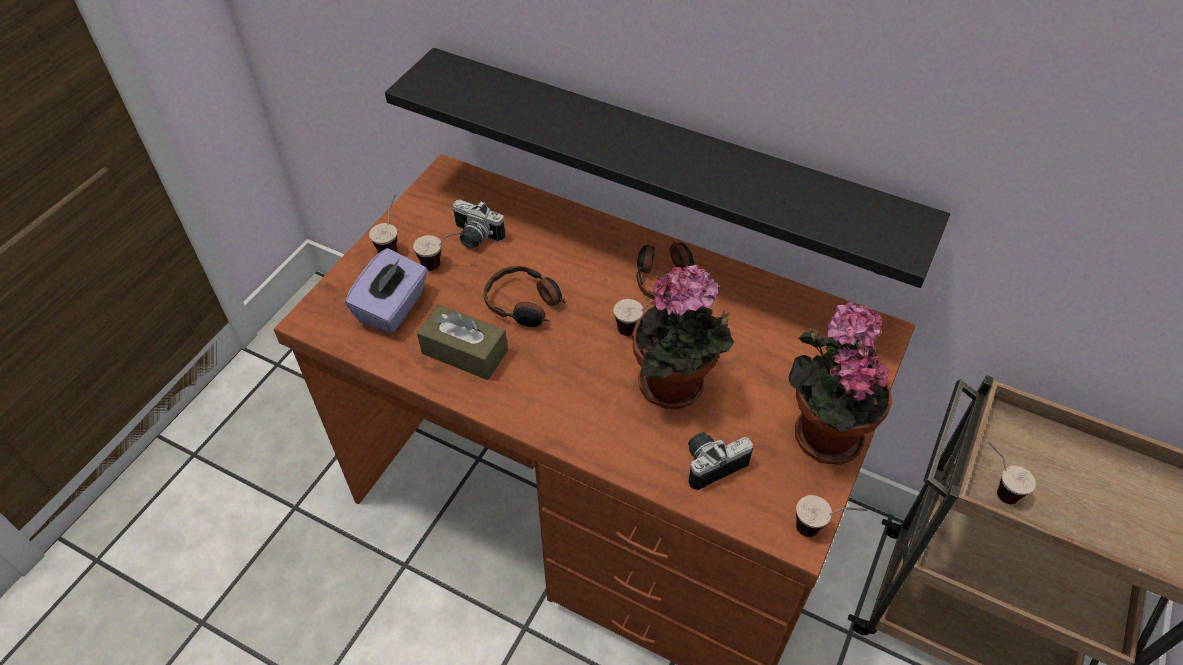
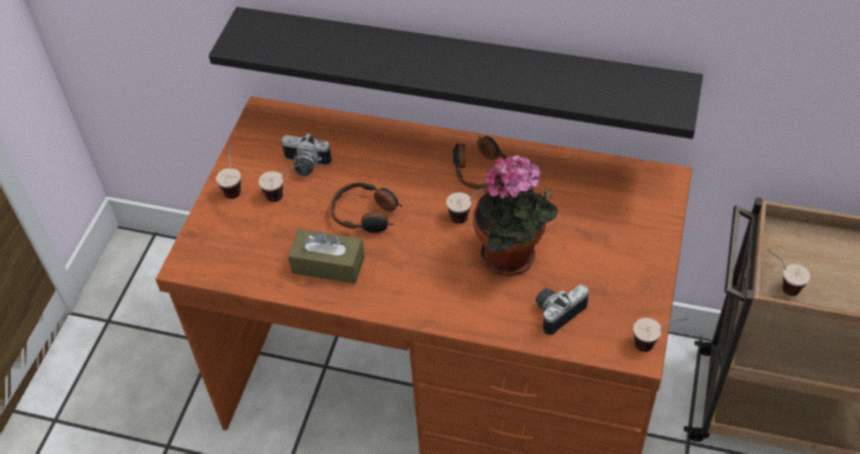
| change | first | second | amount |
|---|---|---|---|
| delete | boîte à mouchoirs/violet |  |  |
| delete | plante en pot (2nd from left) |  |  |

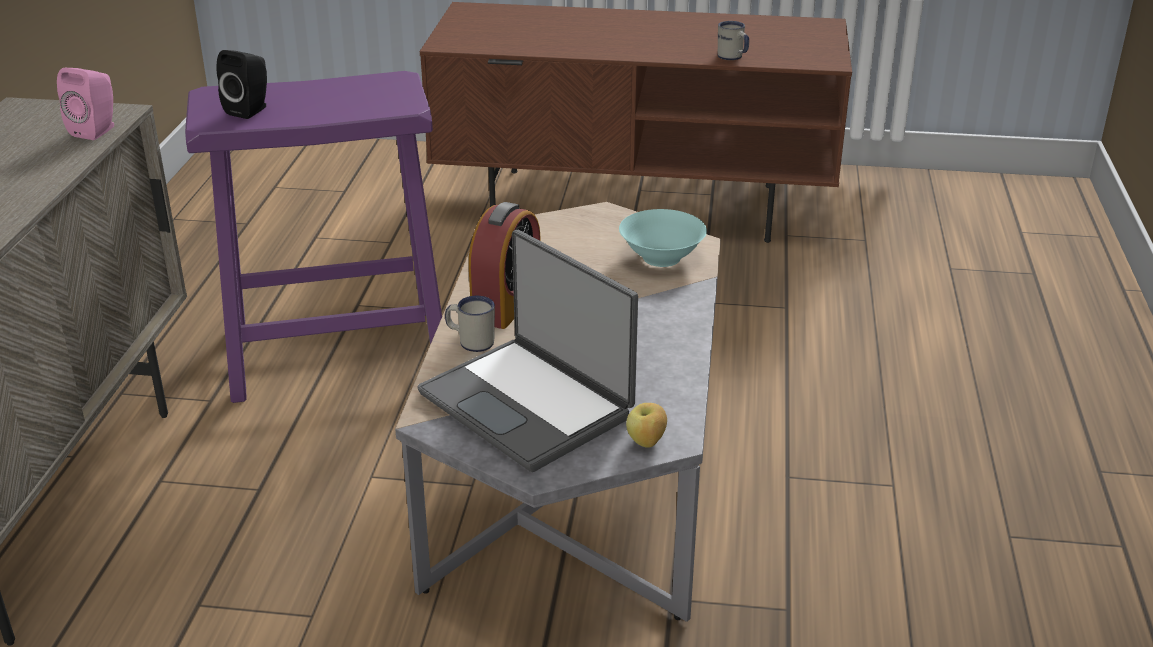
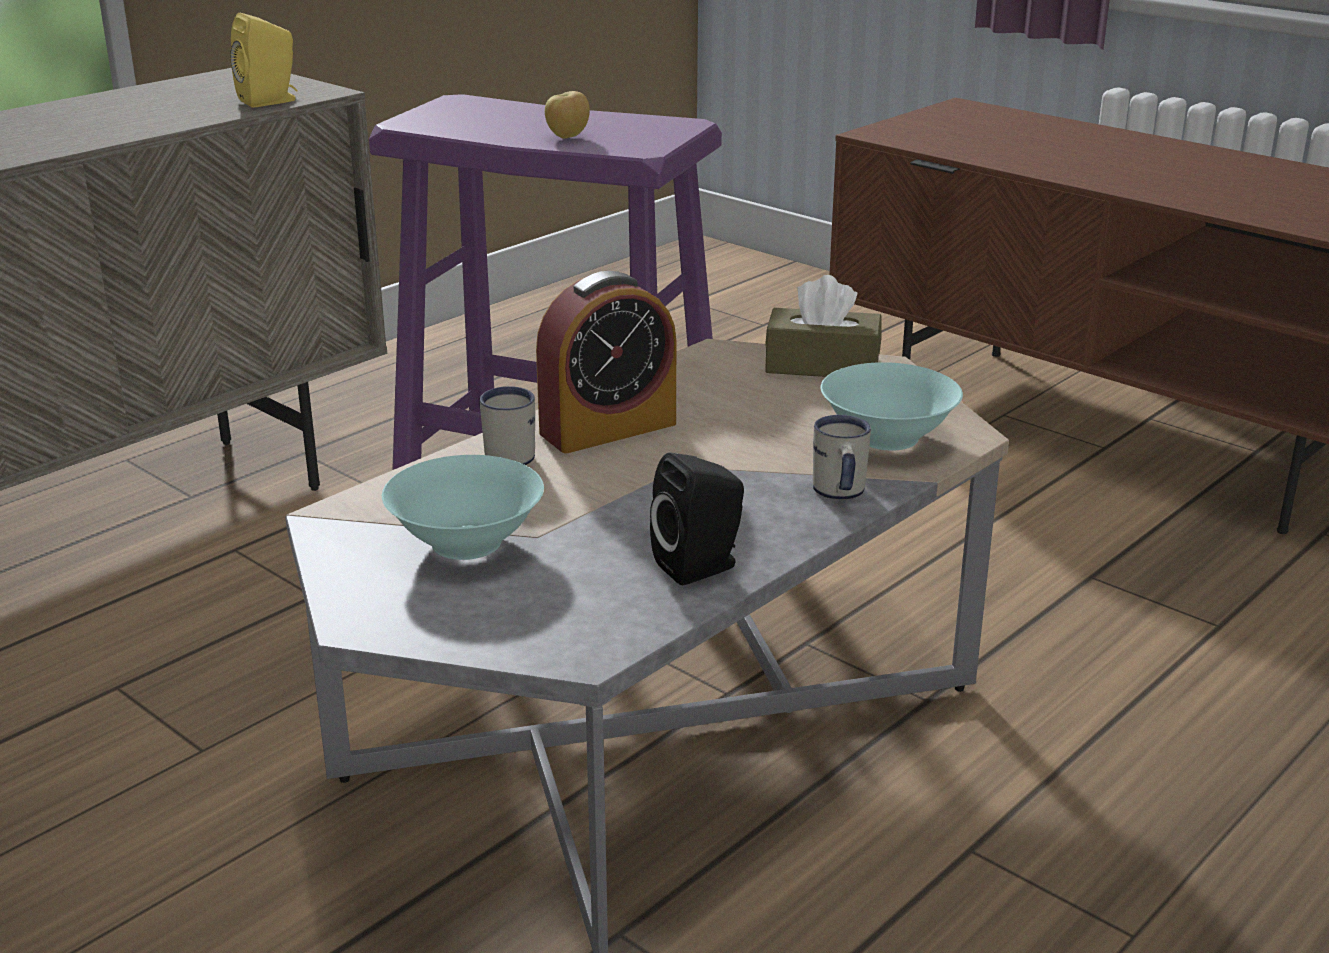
| change | first | second | amount |
|---|---|---|---|
| recolor | enceinte/rose | enceinte/jaune |  |
| replace | ordinateur portable | bol/turquoise (1st from left) |  |
| move | pomme |  |  |
| move | enceinte/noir |  |  |
| insert |  | boîte à mouchoirs/marron |  |
| move | mug/blanc (2nd from left) |  |  |

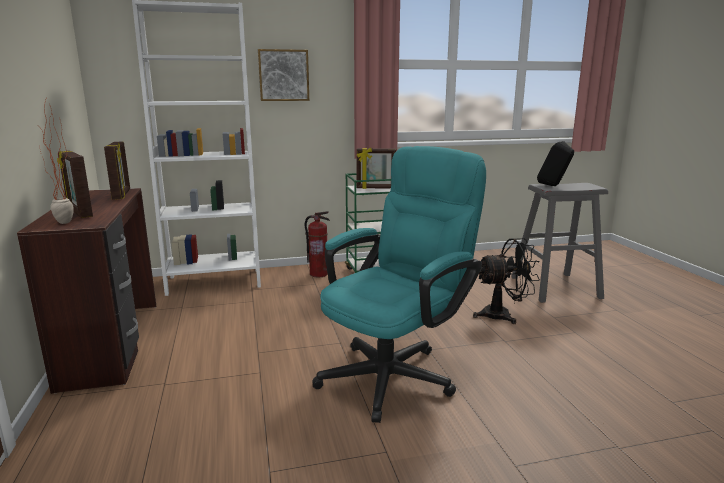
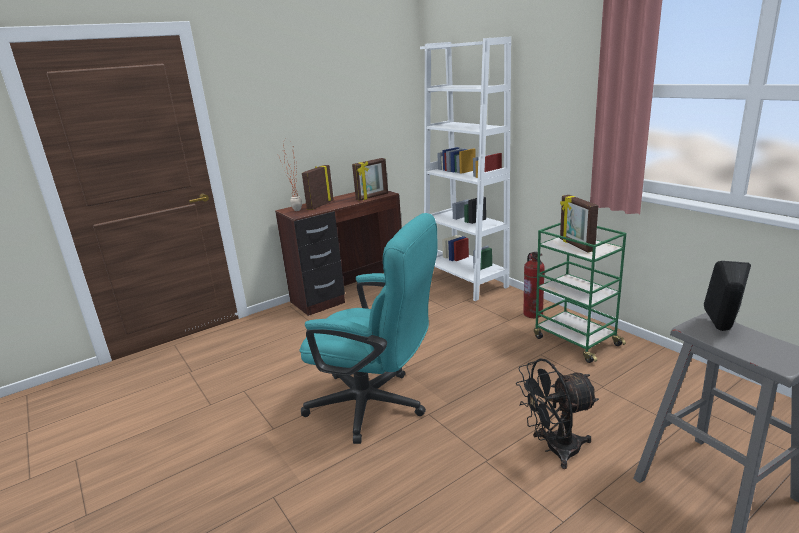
| change | first | second | amount |
|---|---|---|---|
| rotate | ventilateur/noir |  | 105 degrees clockwise |
| delete | tableau |  |  |

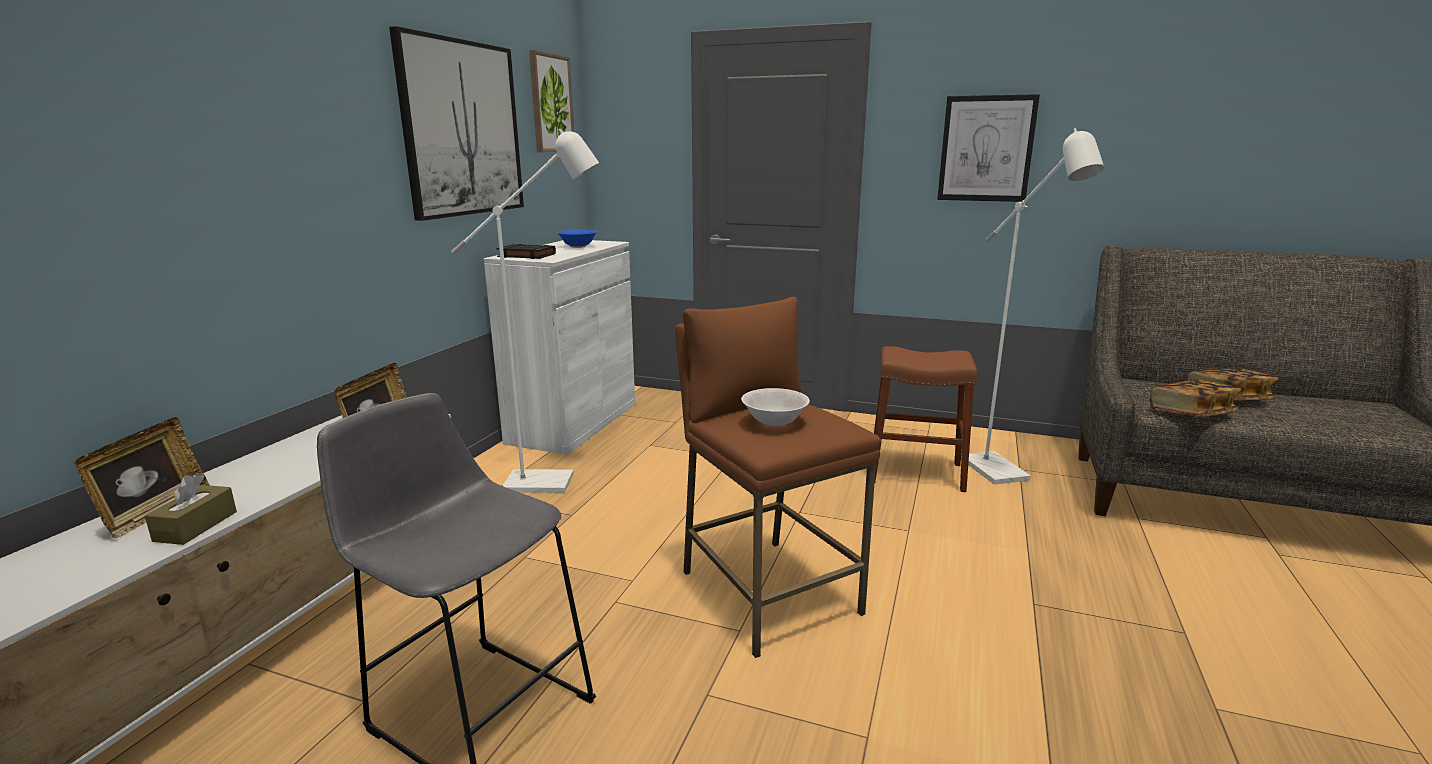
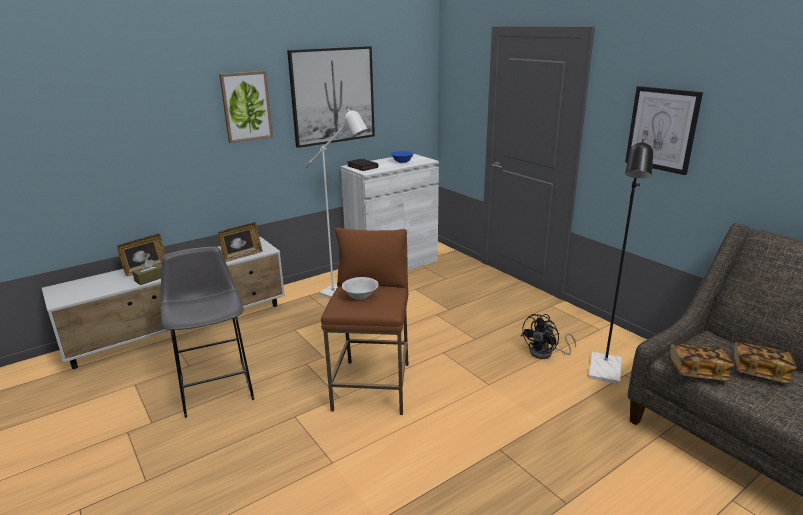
| change | first | second | amount |
|---|---|---|---|
| move | tableau (2nd from left in the first image) | tableau (1st from left) |  |
| replace | tabouret/marron (2nd from left) | ventilateur/noir |  |
| recolor | lampadaire/blanc (2nd from left) | lampadaire/noir |  |

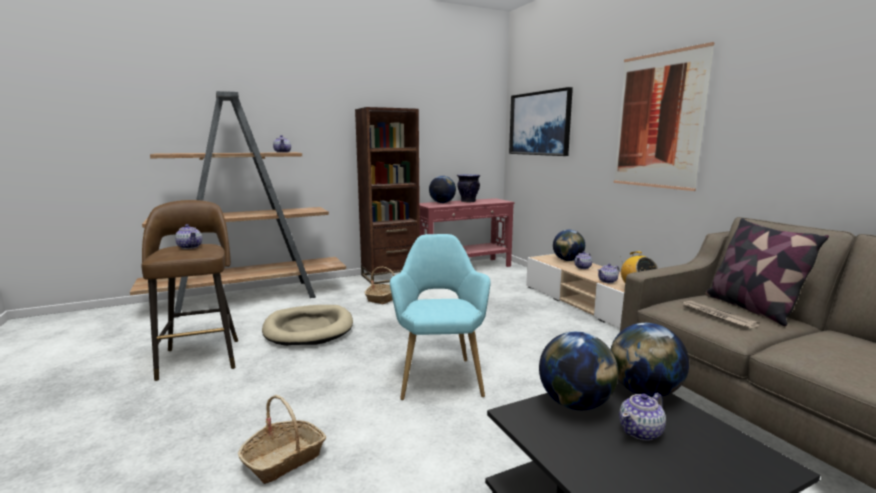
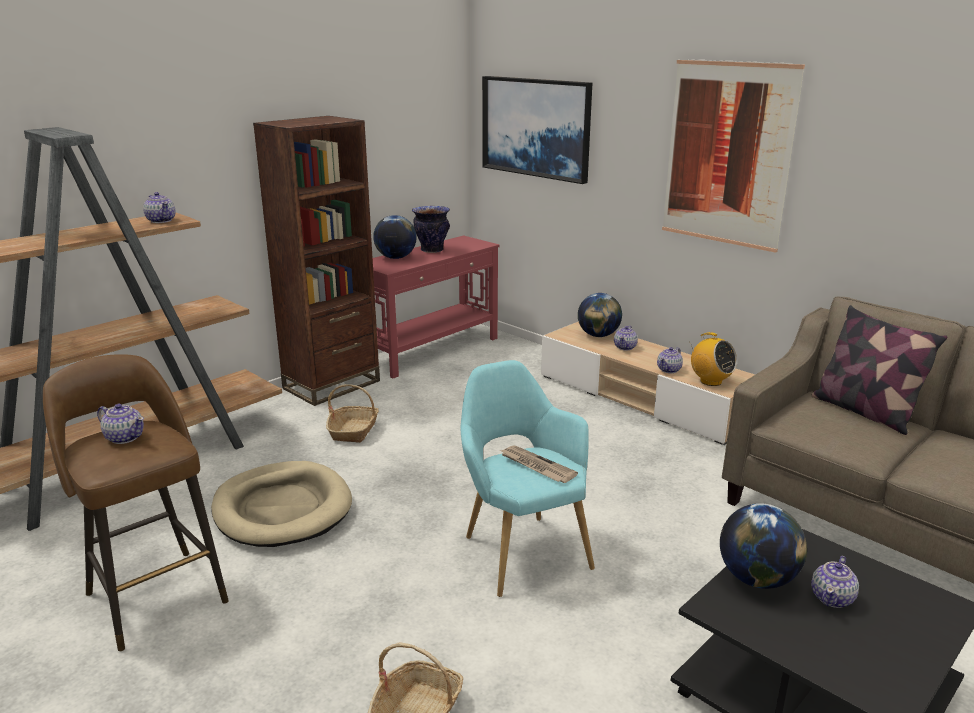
| change | first | second | amount |
|---|---|---|---|
| move | journal |  |  |
| delete | globe (4th from left) |  |  |

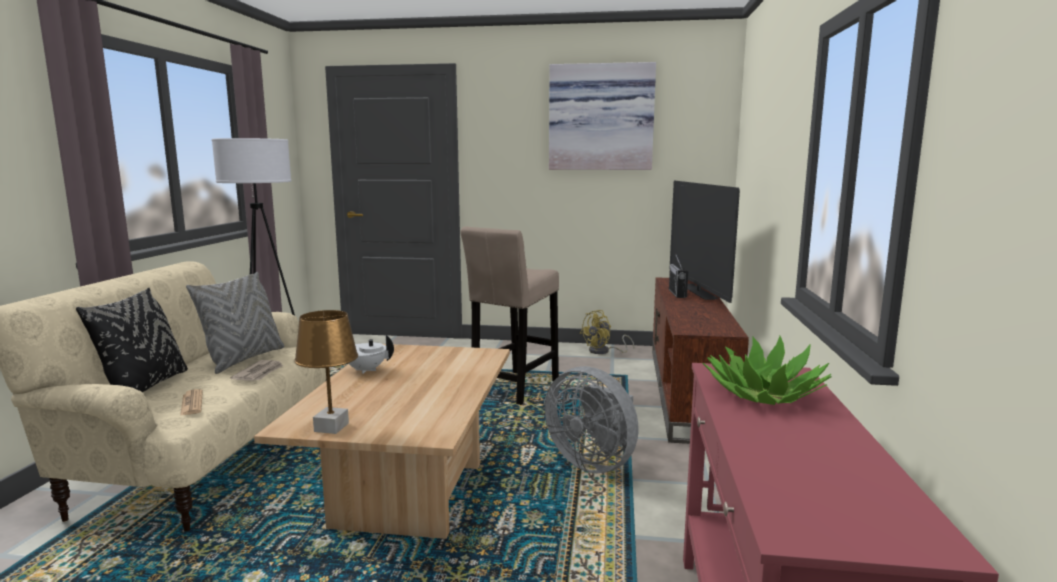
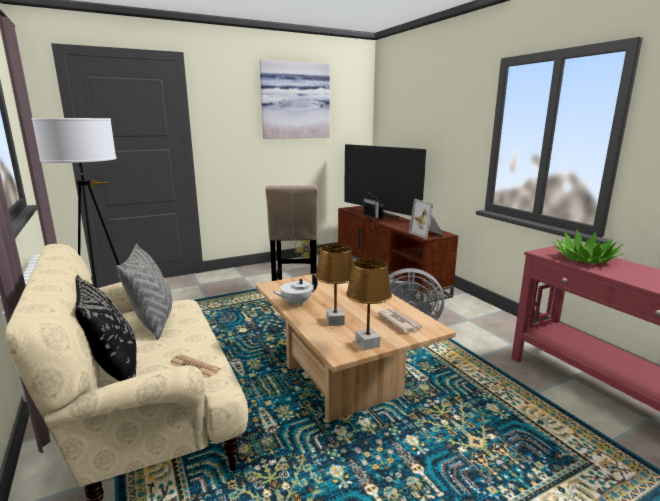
| change | first | second | amount |
|---|---|---|---|
| insert |  | lampe de table/marron (1st from left) |  |
| move | journal (2nd from left) |  |  |
| insert |  | cadre photo |  |

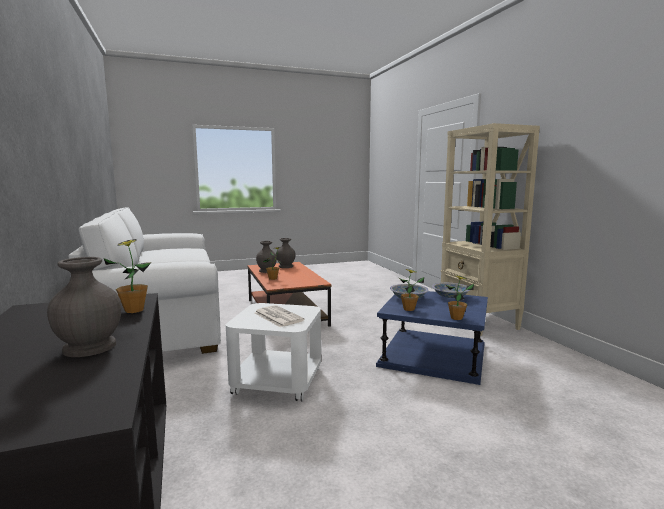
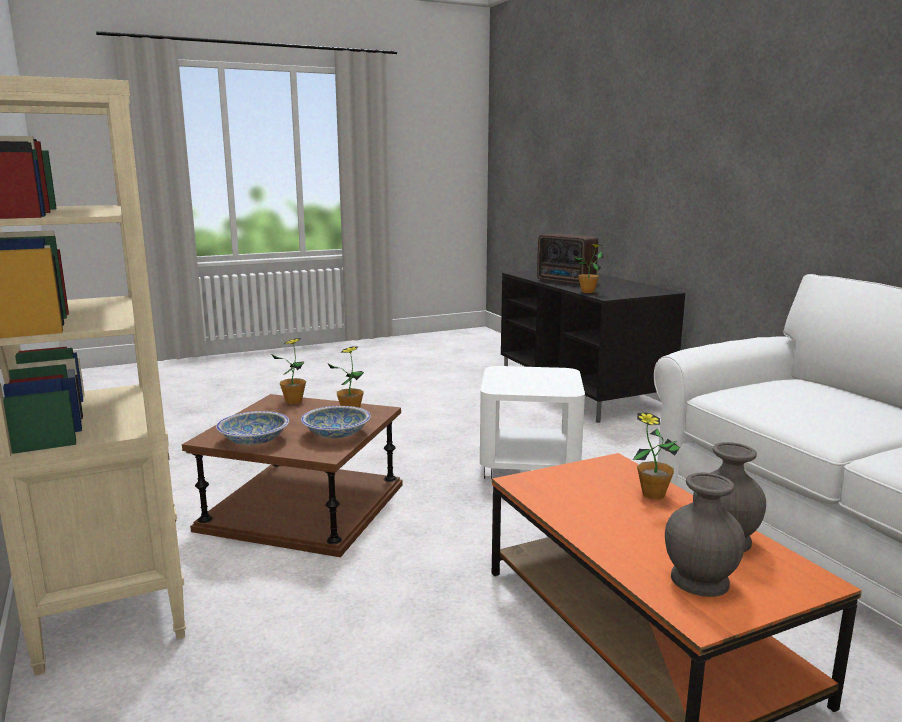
| change | first | second | amount |
|---|---|---|---|
| recolor | table d'appoint/bleu | table d'appoint/marron |  |
| replace | vase/gris (1st from left) | radio |  |
| delete | journal |  |  |

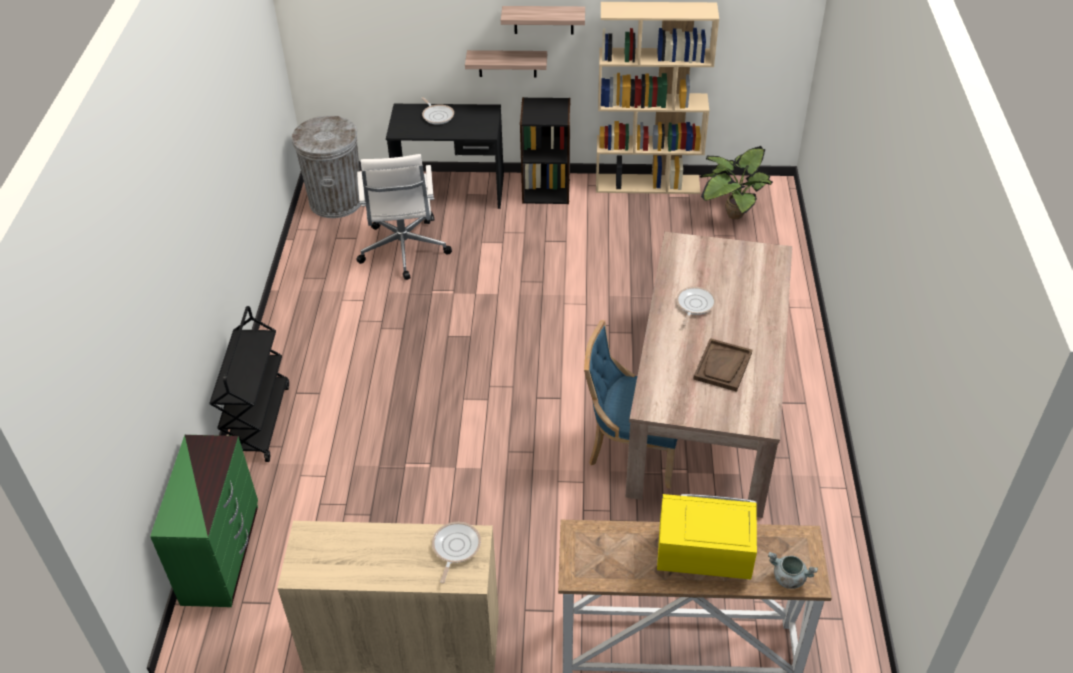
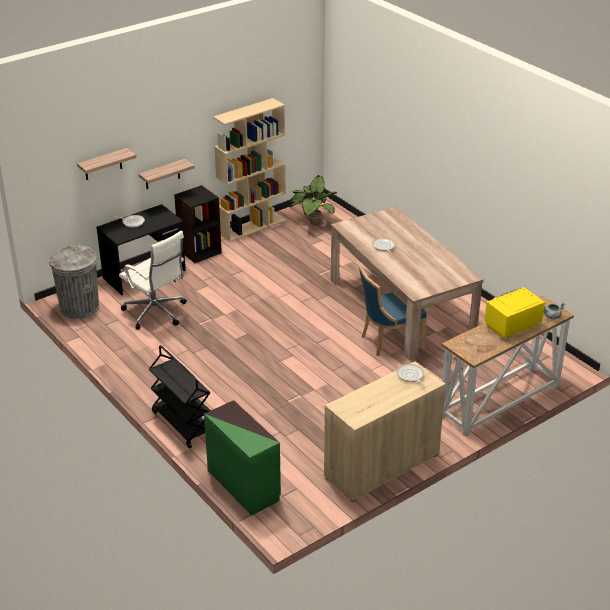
| change | first | second | amount |
|---|---|---|---|
| move | étagère (2nd from left in the first image) | étagère (1st from left) |  |
| delete | plateau/marron |  |  |

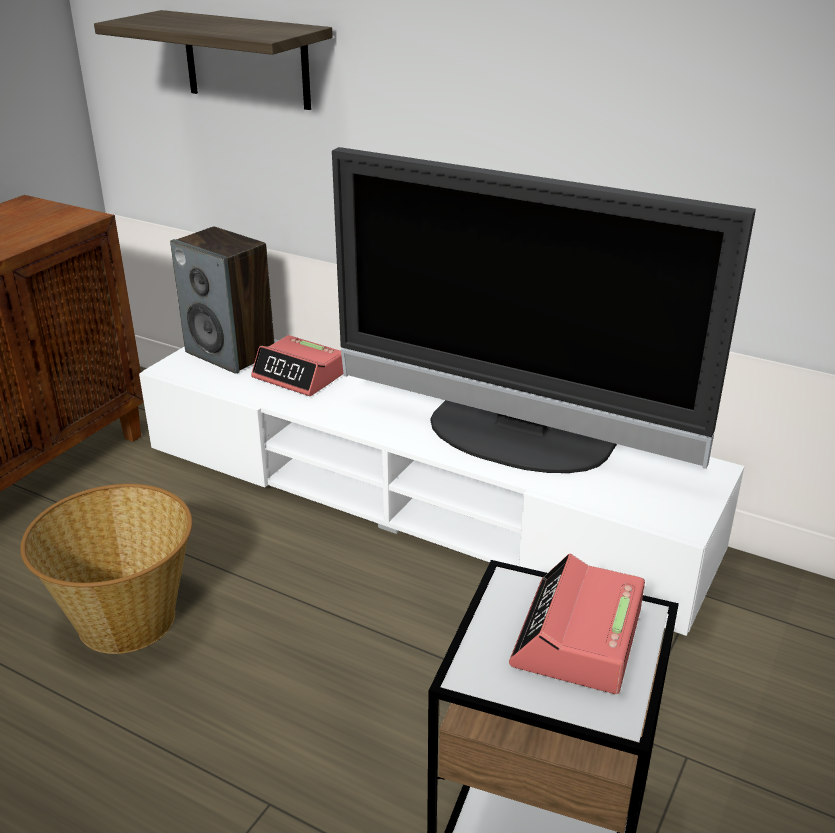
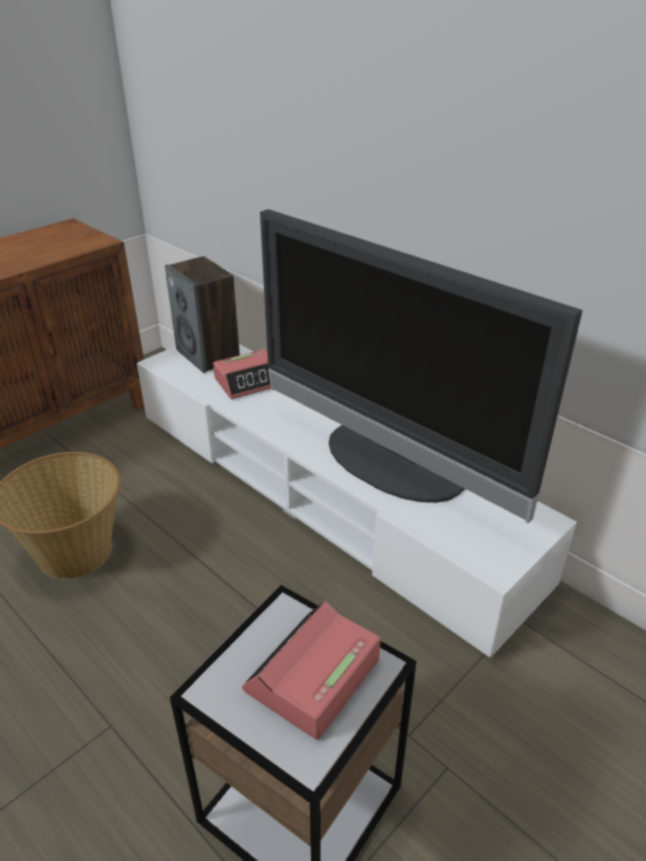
| change | first | second | amount |
|---|---|---|---|
| rotate | réveil (1st from left) |  | 75 degrees counterclockwise |
| delete | étagère |  |  |

